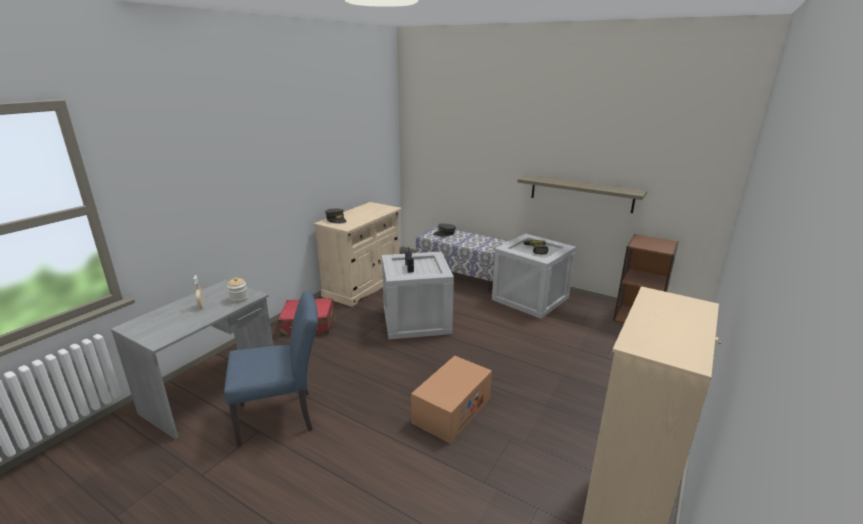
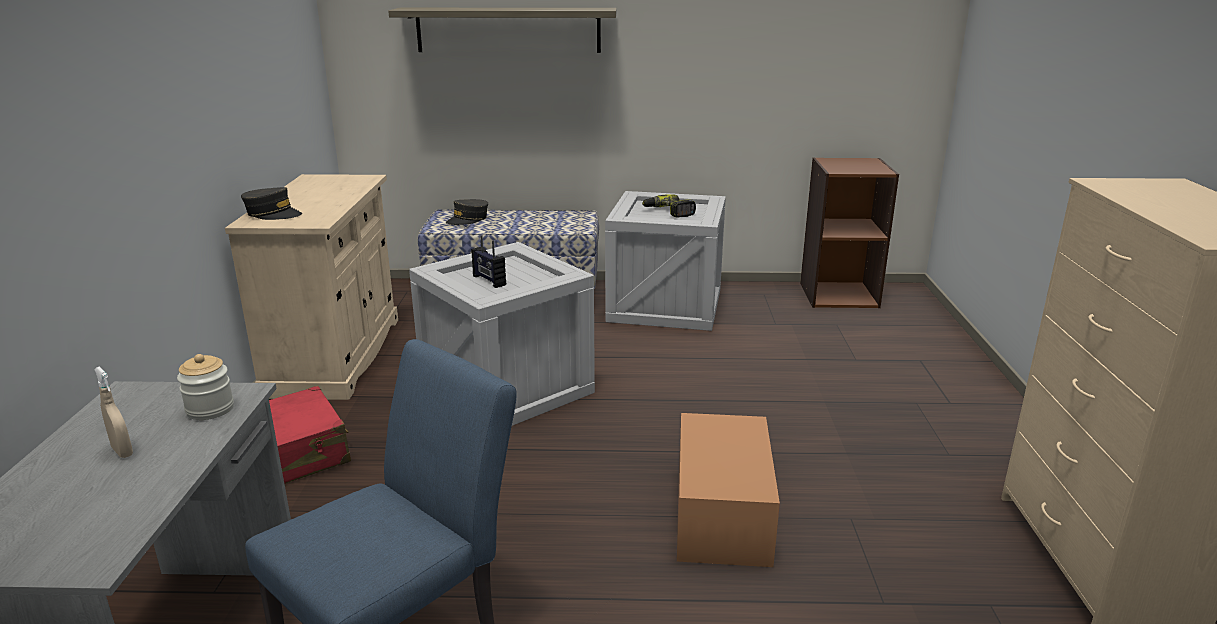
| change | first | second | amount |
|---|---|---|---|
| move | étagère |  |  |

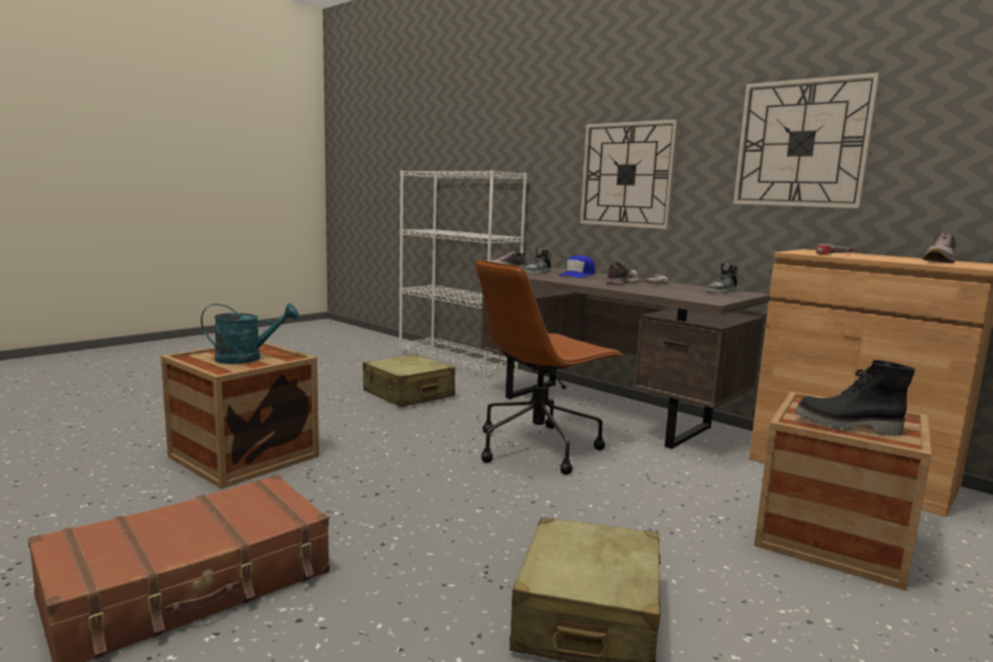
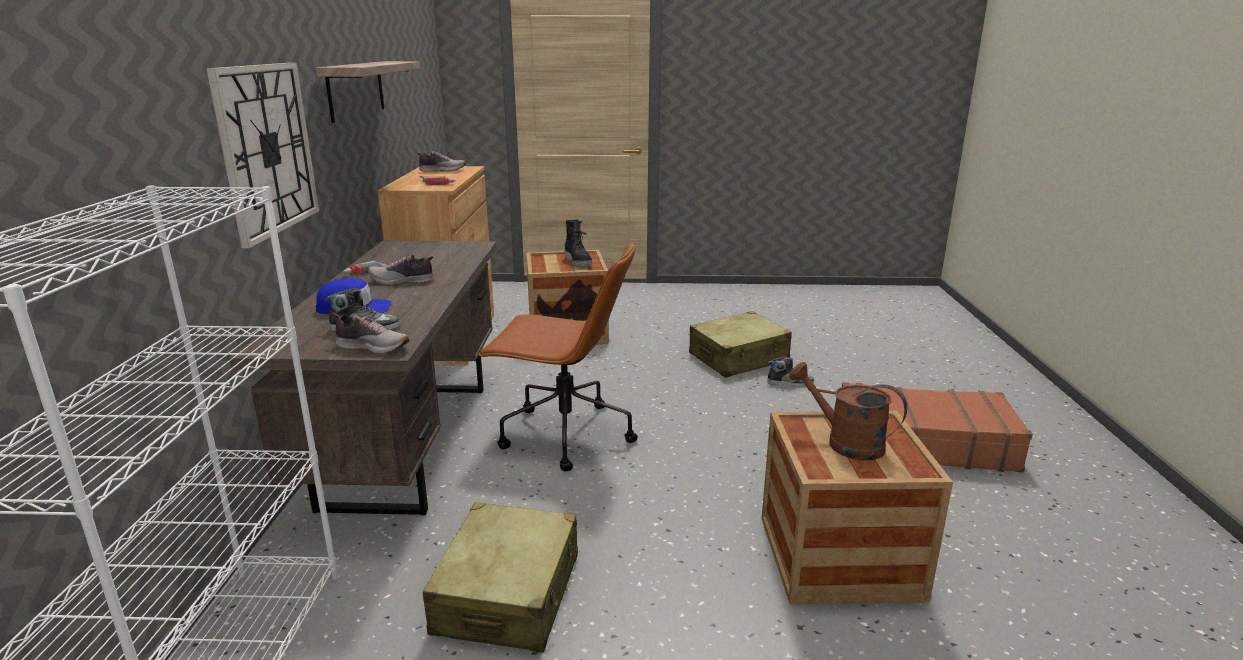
| change | first | second | amount |
|---|---|---|---|
| replace | horloge murale (2nd from left) | étagère |  |
| move | chaussure (4th from left in the first image) | chaussure (5th from left) |  |
| recolor | arrosoir/turquoise | arrosoir/marron |  |

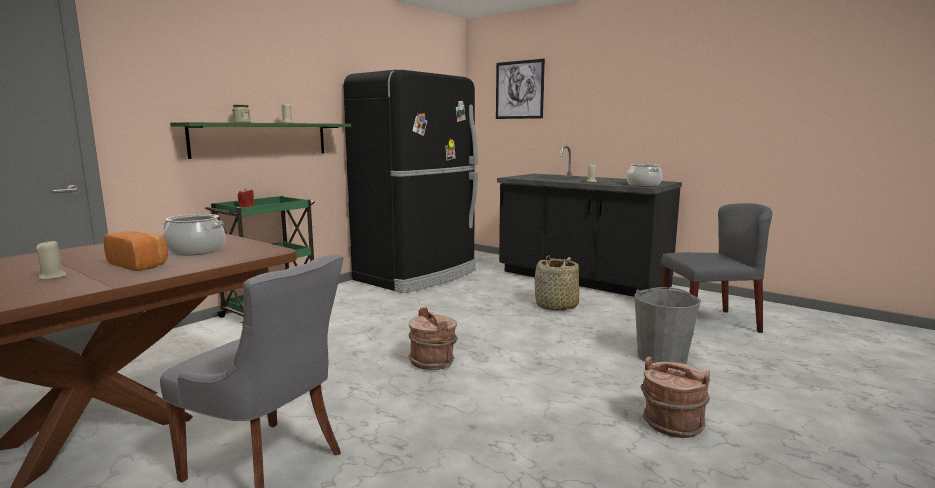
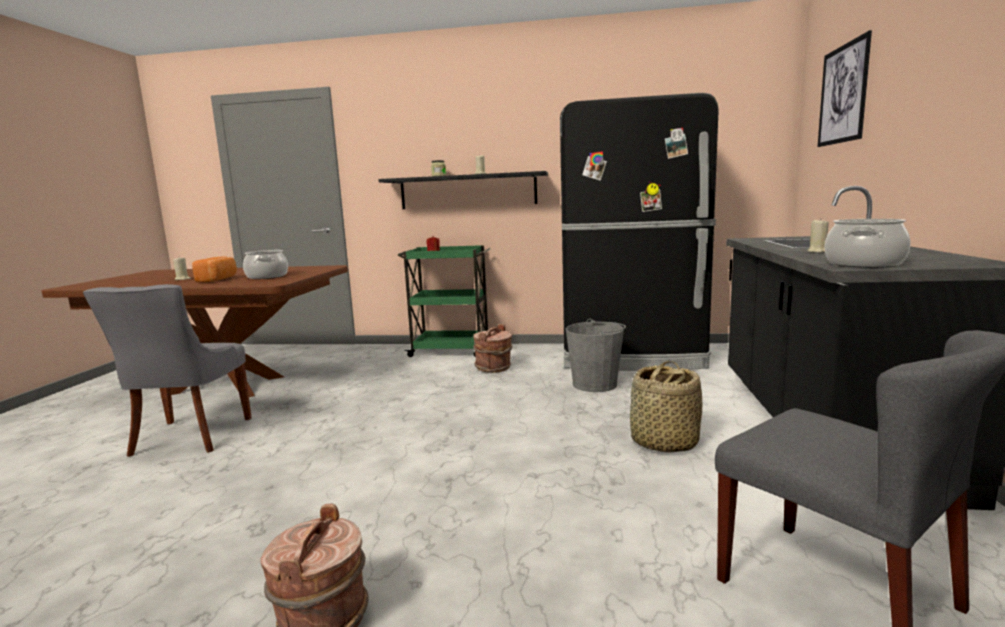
| change | first | second | amount |
|---|---|---|---|
| recolor | étagère/vert | étagère/noir |  |
| move | seau/marron (1st from left in the first image) | seau/marron (2nd from left) |  |
| move | seau/gris |  |  |

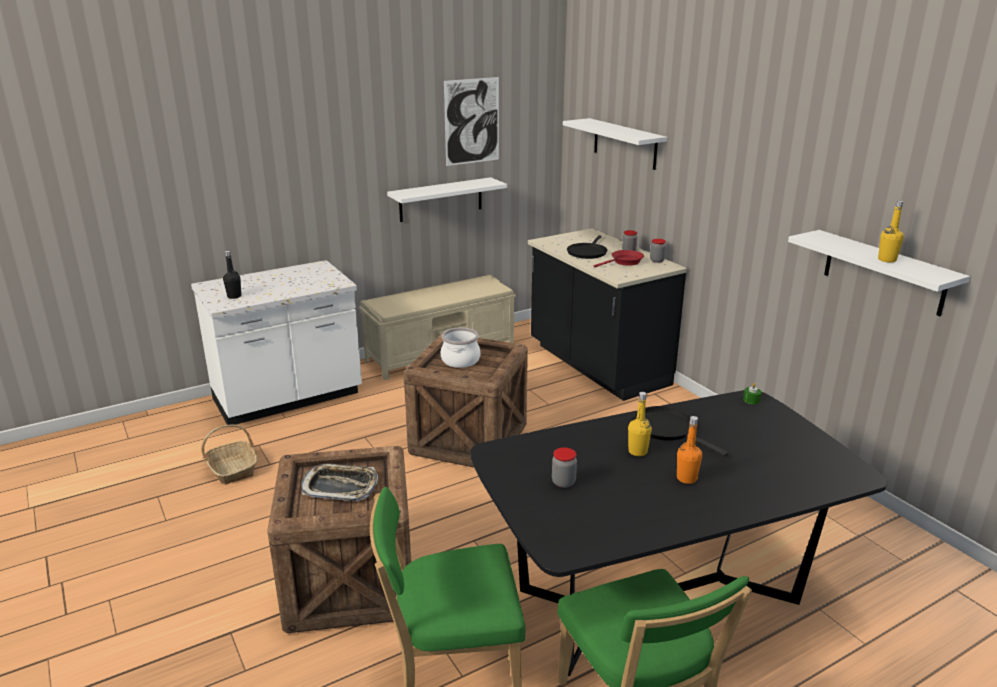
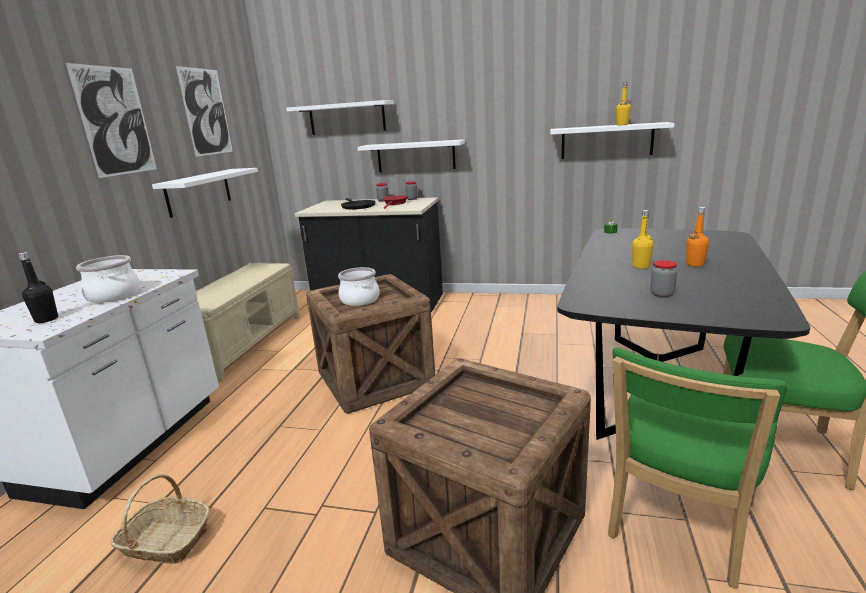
| change | first | second | amount |
|---|---|---|---|
| insert |  | tableau (1st from left) |  |
| insert |  | marmite (1st from left) |  |
| insert |  | étagère/blanc (3rd from left) |  |
| delete | plateau |  |  |
| delete | poêle/noir (2nd from left) |  |  |

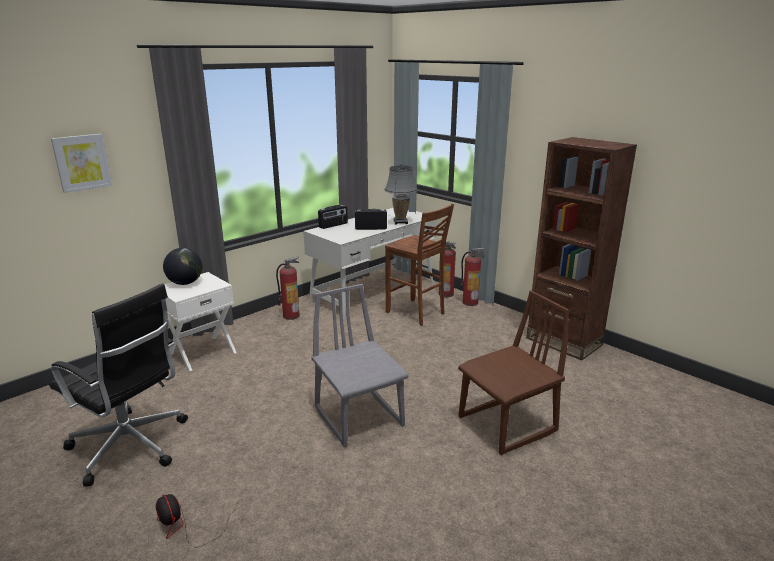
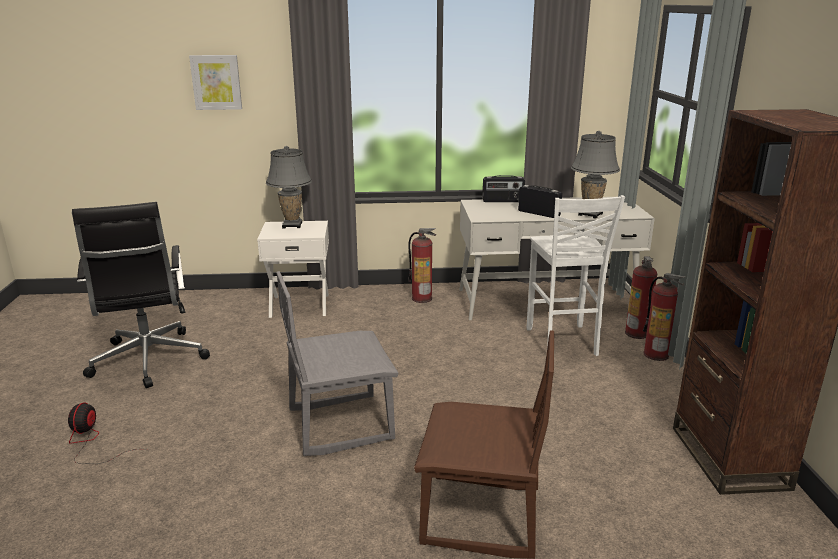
| change | first | second | amount |
|---|---|---|---|
| replace | globe | lampe de table/gris (1st from left) |  |
| rotate | chaise/gris |  | 120 degrees counterclockwise |
| recolor | tabouret/marron | tabouret/blanc |  |

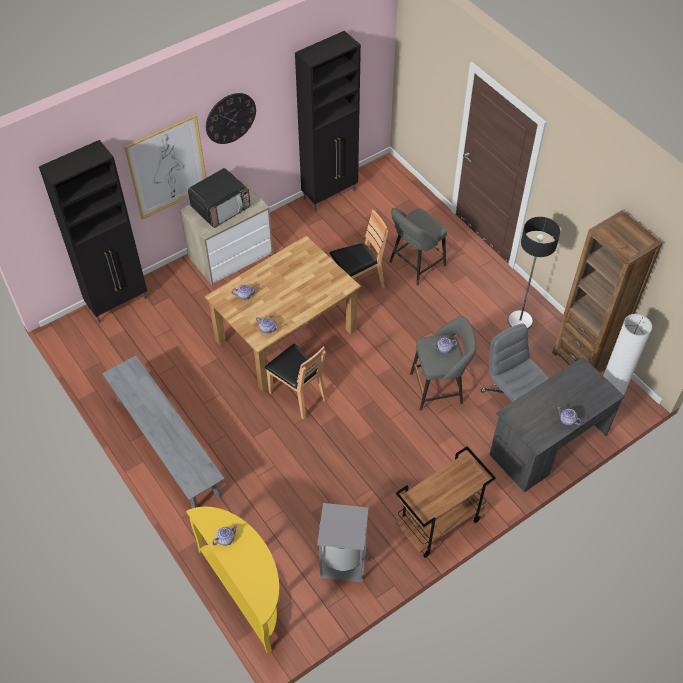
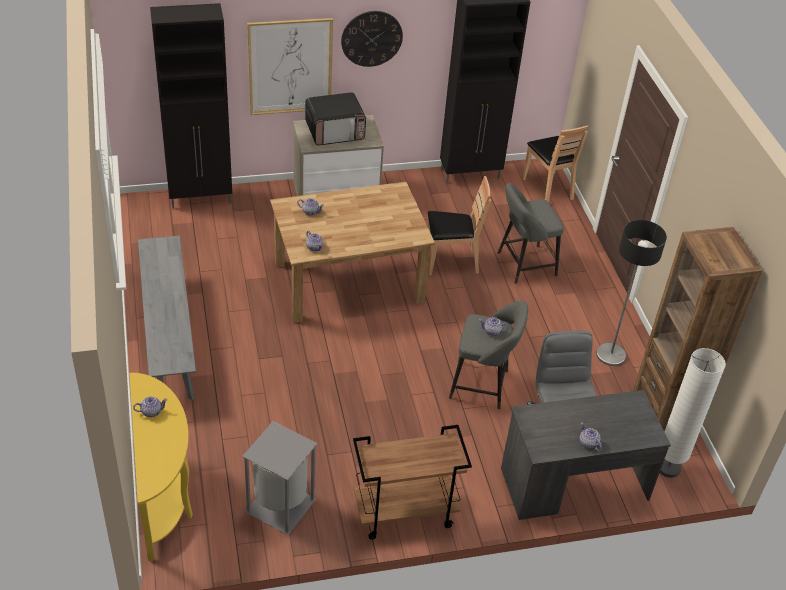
| change | first | second | amount |
|---|---|---|---|
| move | chaise/marron (1st from left in the first image) | chaise/marron (2nd from left) |  |

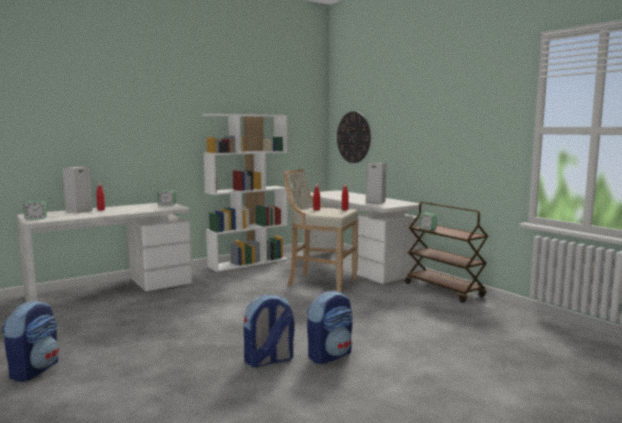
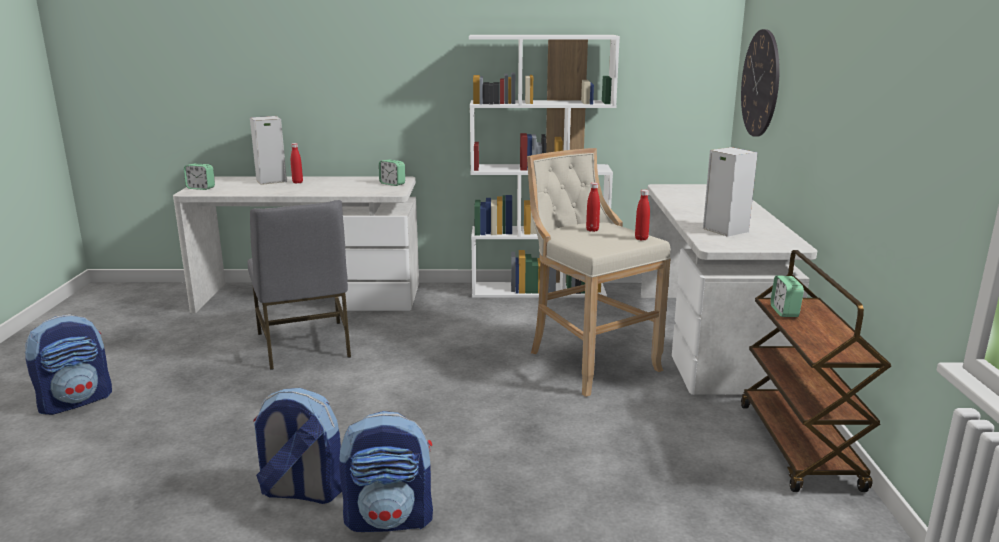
| change | first | second | amount |
|---|---|---|---|
| insert |  | chaise/gris |  |

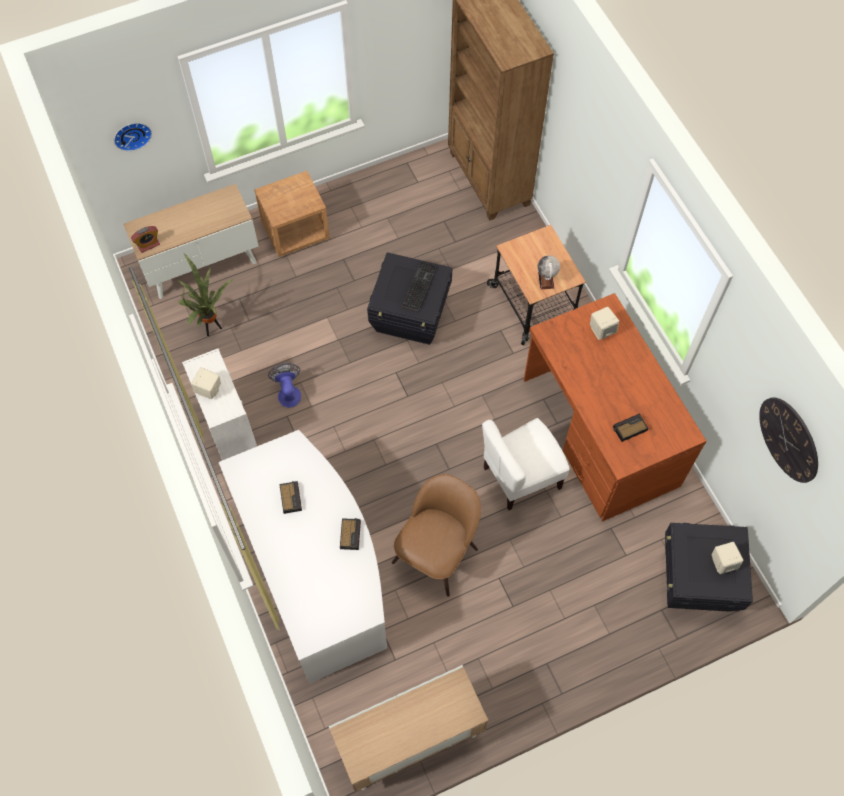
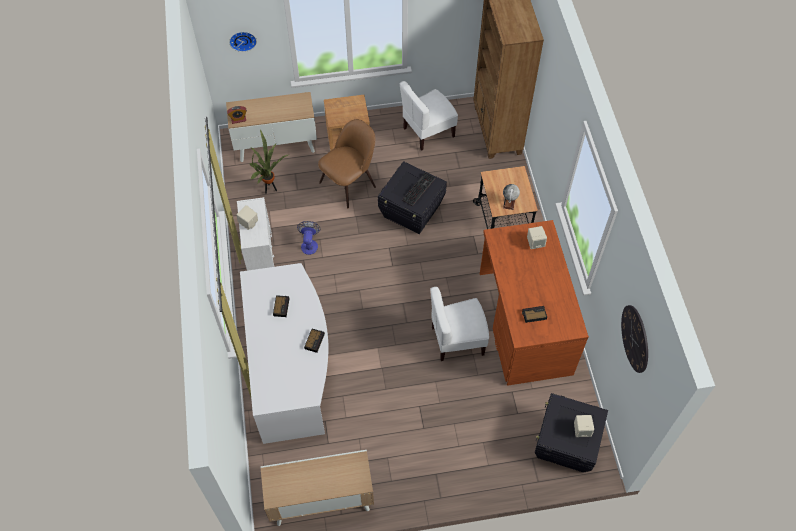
| change | first | second | amount |
|---|---|---|---|
| move | chaise/marron |  |  |
| insert |  | chaise/blanc (1st from left) |  |

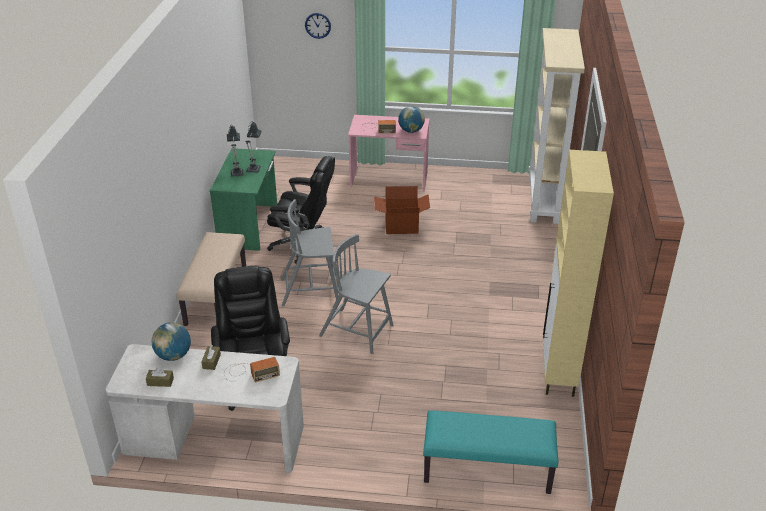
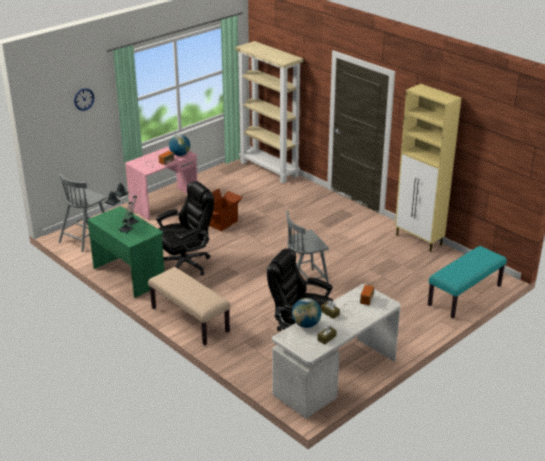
| change | first | second | amount |
|---|---|---|---|
| move | chaise/gris (1st from left) |  |  |

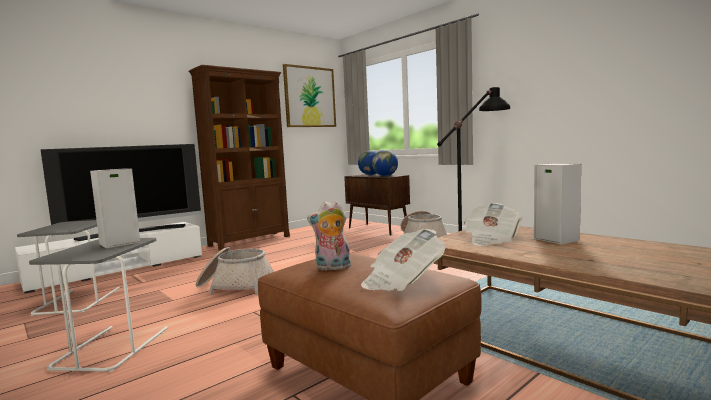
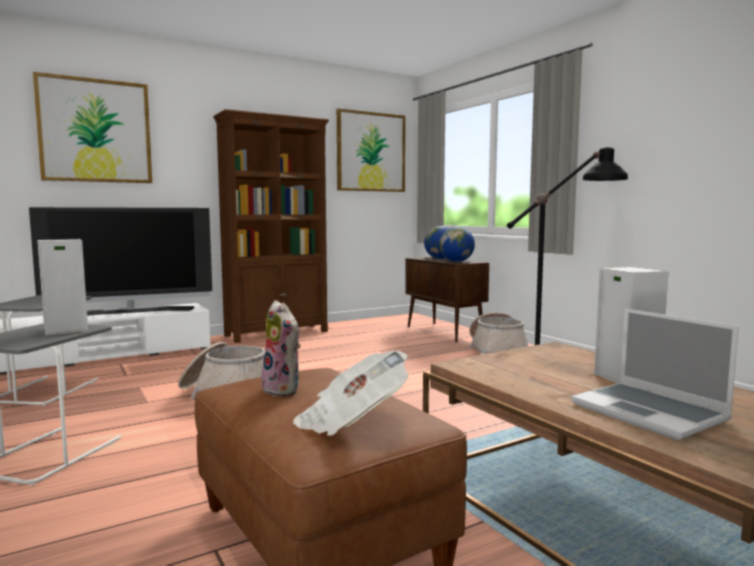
| change | first | second | amount |
|---|---|---|---|
| insert |  | tableau (1st from left) |  |
| rotate | peluche |  | 135 degrees counterclockwise |
| insert |  | ordinateur portable |  |
| delete | journal (2nd from left) |  |  |

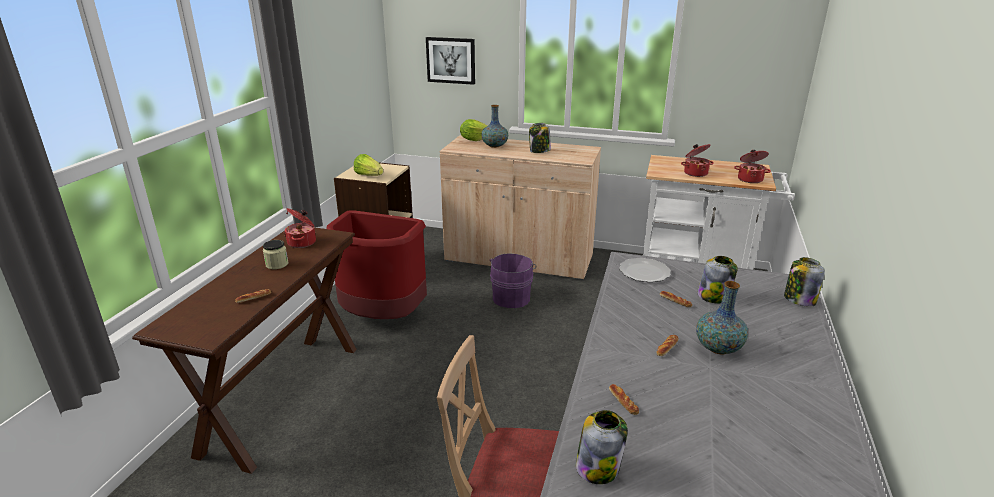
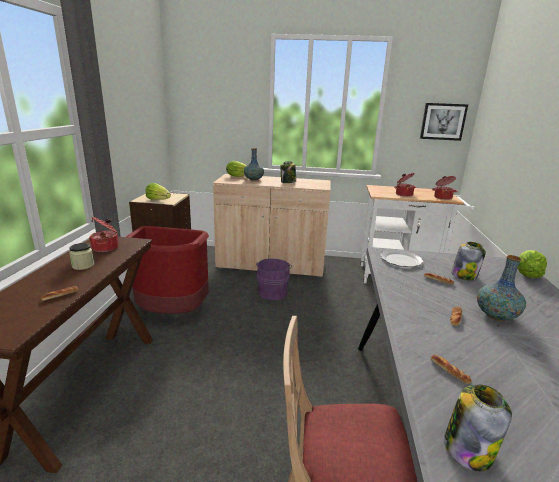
| change | first | second | amount |
|---|---|---|---|
| move | tableau |  |  |
| replace | bocal (5th from left) | laitue (3rd from left) |  |

